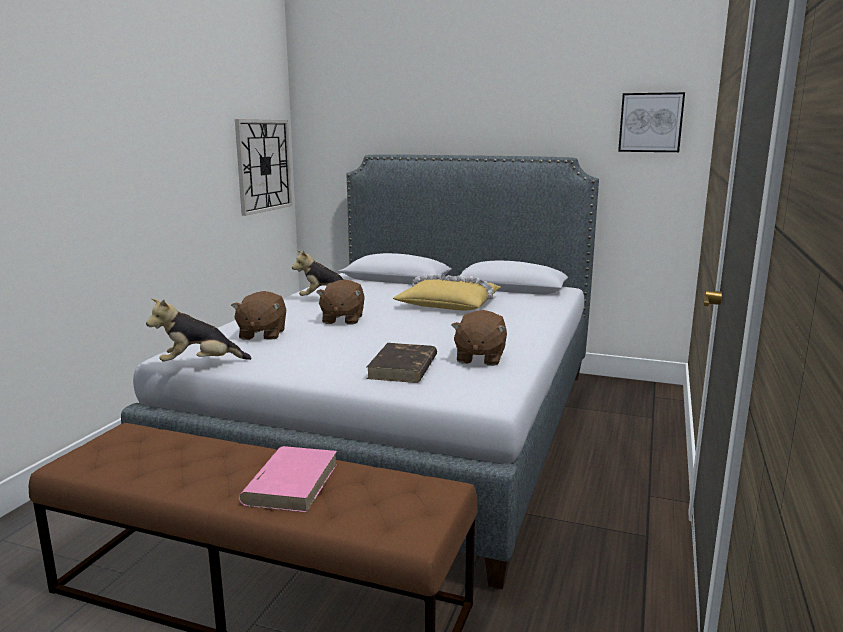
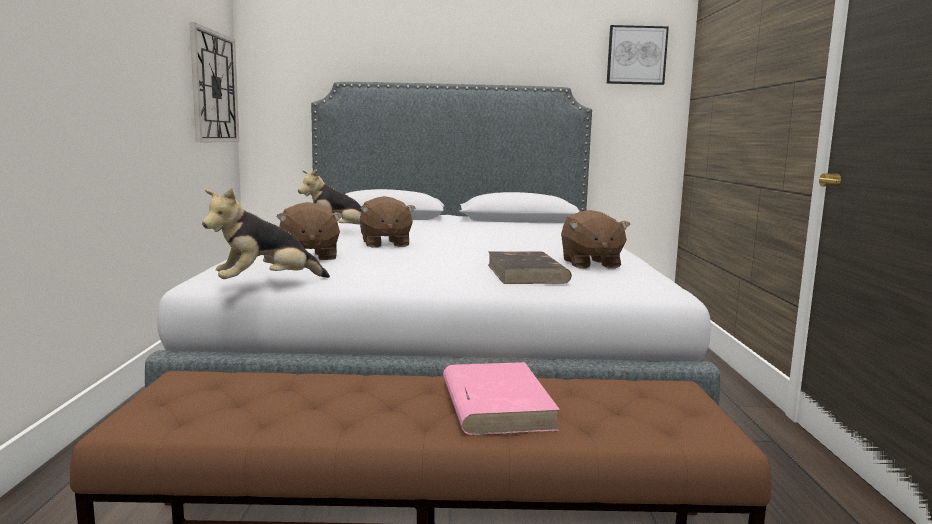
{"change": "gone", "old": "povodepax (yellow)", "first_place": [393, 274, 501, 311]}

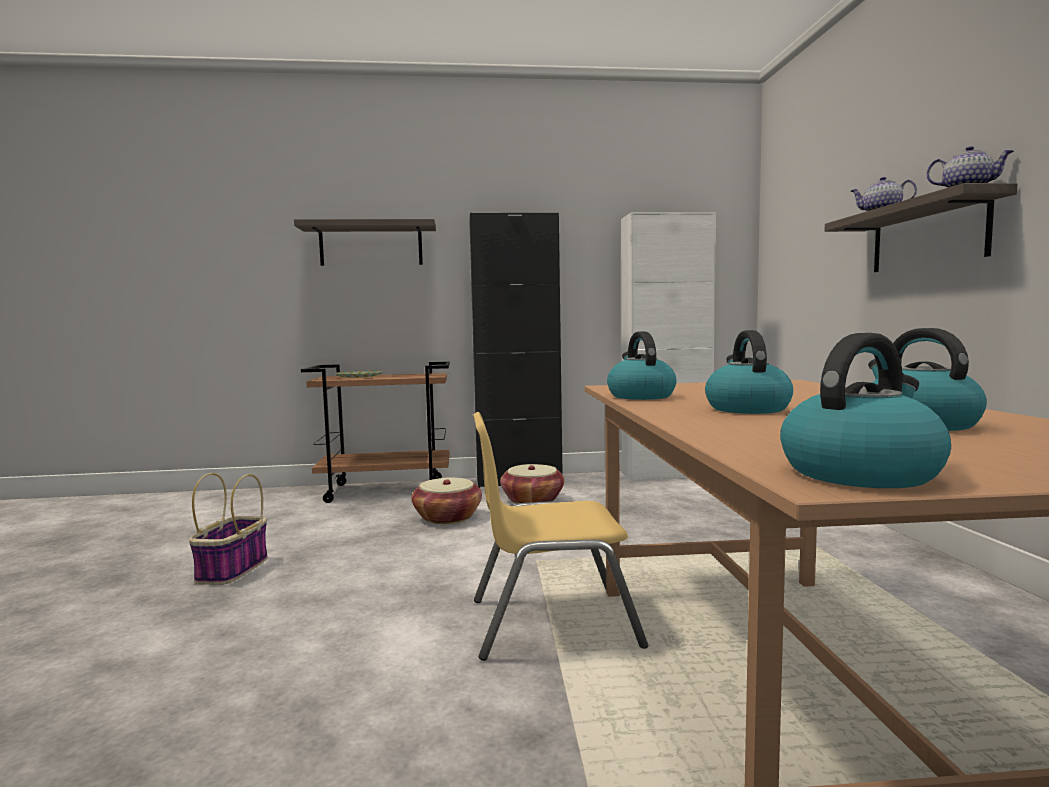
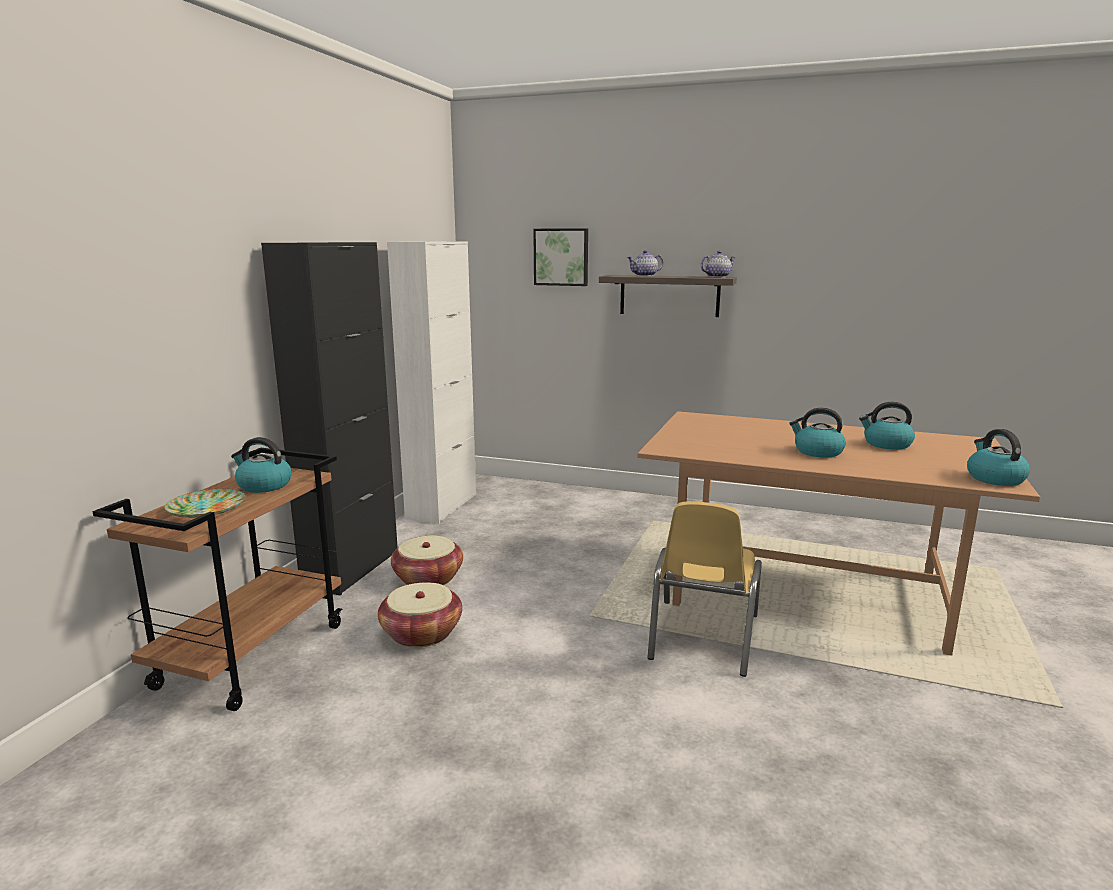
{"change": "gone", "old": "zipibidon", "first_place": [189, 473, 268, 585]}
{"change": "gone", "old": "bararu", "first_place": [294, 219, 436, 266]}
{"change": "new", "new": "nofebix", "second_place": [533, 228, 588, 286]}
{"change": "shifted", "old": "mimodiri", "first_place": [607, 331, 677, 400], "second_place": [231, 437, 292, 493]}

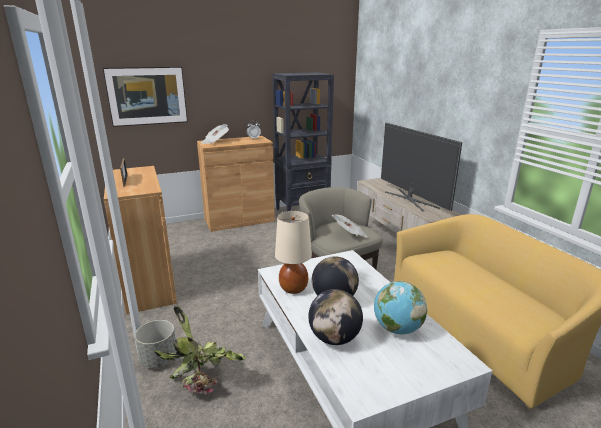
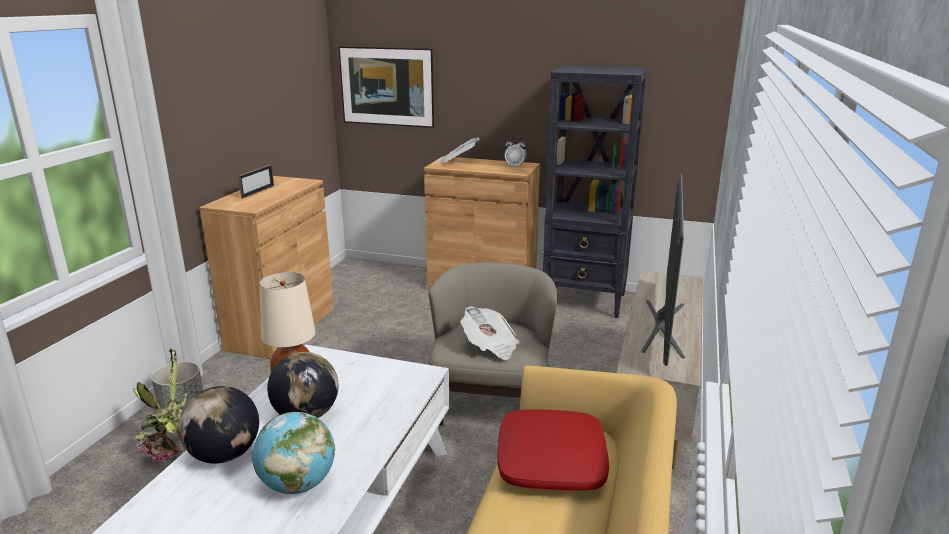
{"change": "new", "new": "povodepax (red)", "second_place": [497, 409, 609, 491]}

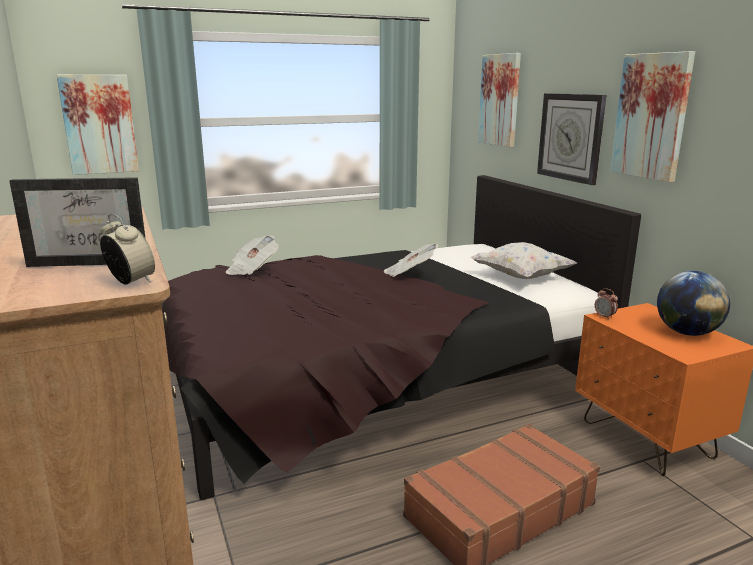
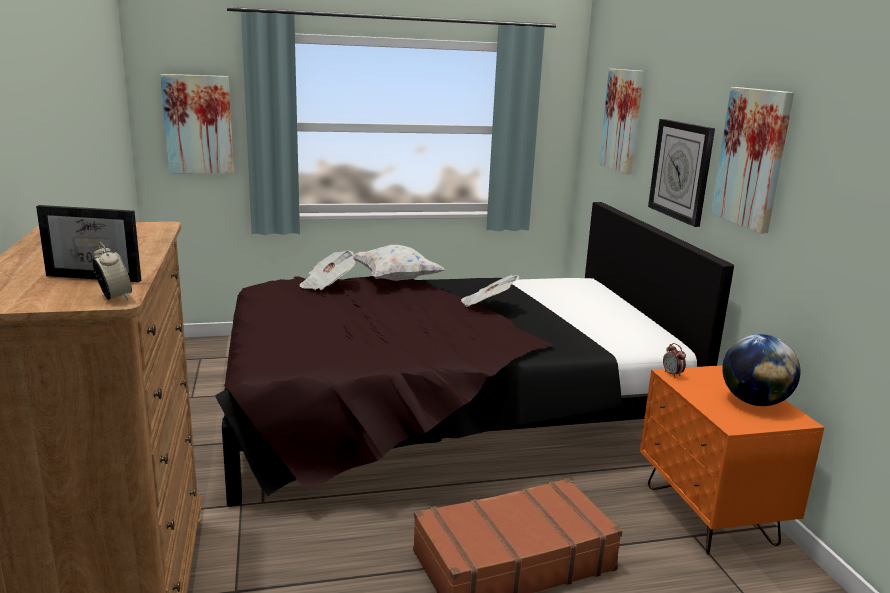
{"change": "shifted", "old": "povodepax (white)", "first_place": [470, 242, 577, 279], "second_place": [353, 245, 445, 281]}

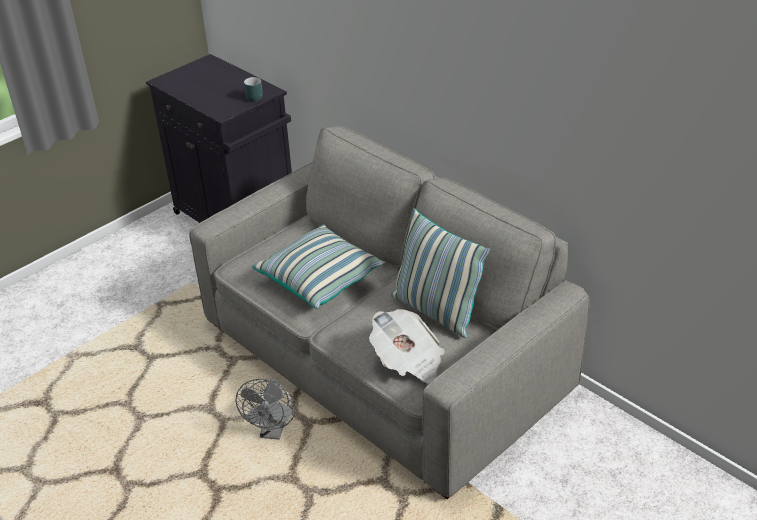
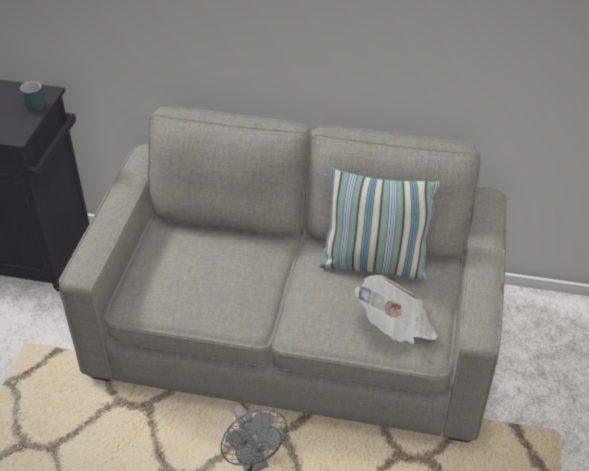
{"change": "gone", "old": "povodepax", "first_place": [252, 224, 385, 309]}

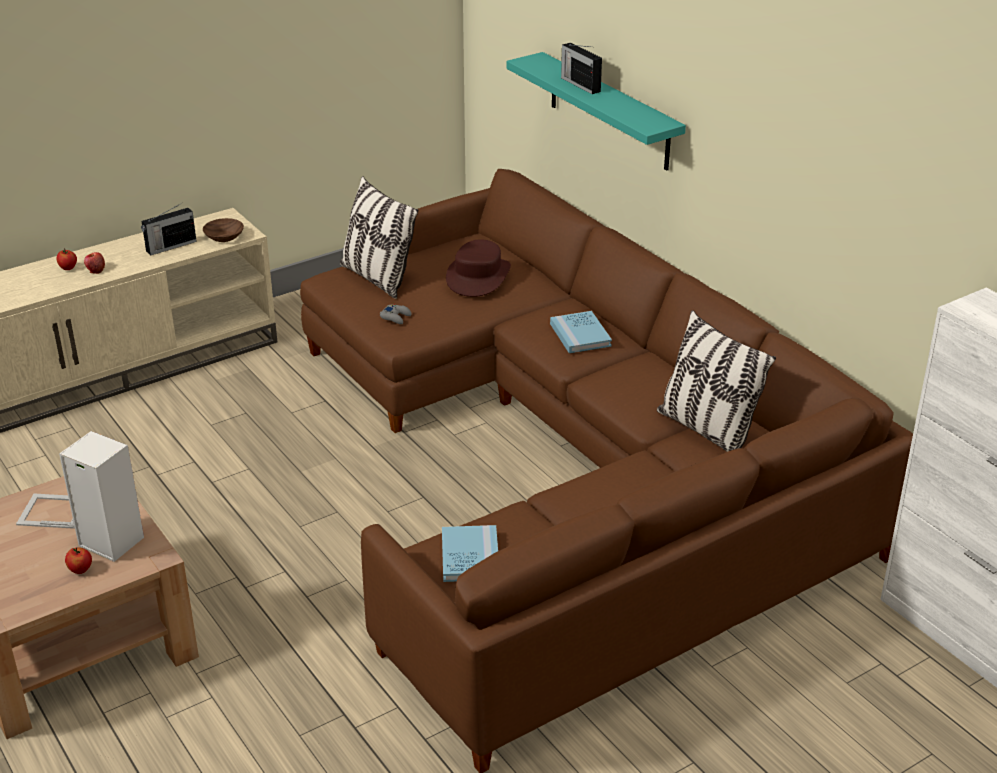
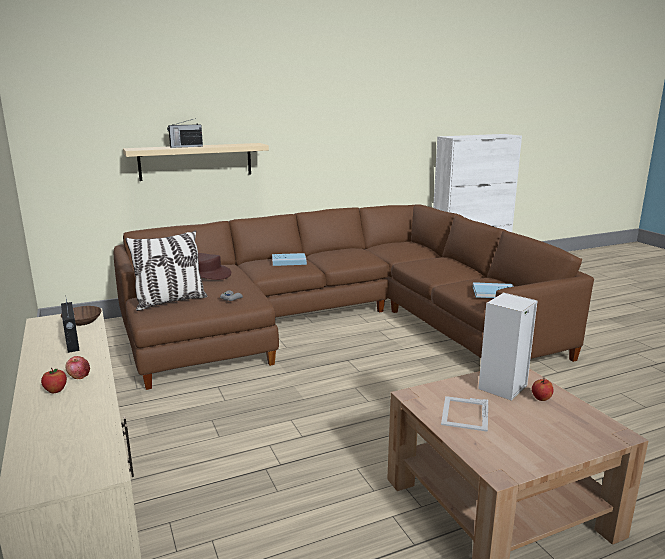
{"change": "gone", "old": "povodepax", "first_place": [657, 310, 776, 452]}
{"change": "repainted", "old": "bararu (turquoise)", "new": "bararu (beige)", "first_place": [507, 52, 686, 170], "second_place": [123, 143, 269, 181]}

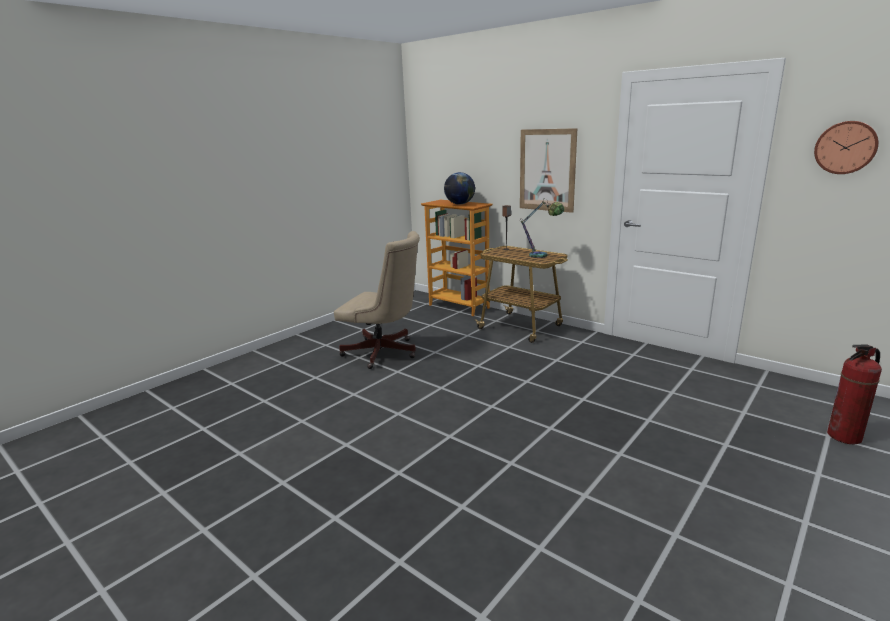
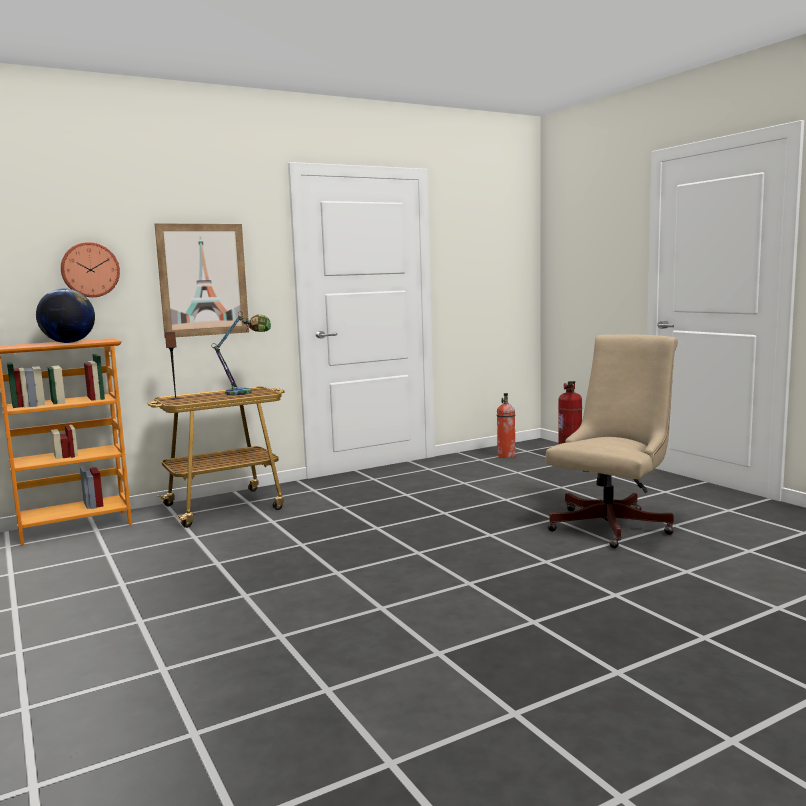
{"change": "new", "new": "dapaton", "second_place": [497, 393, 515, 458]}
{"change": "shifted", "old": "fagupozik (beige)", "first_place": [334, 231, 420, 369], "second_place": [545, 335, 678, 548]}
{"change": "shifted", "old": "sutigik", "first_place": [814, 121, 879, 174], "second_place": [61, 242, 120, 297]}

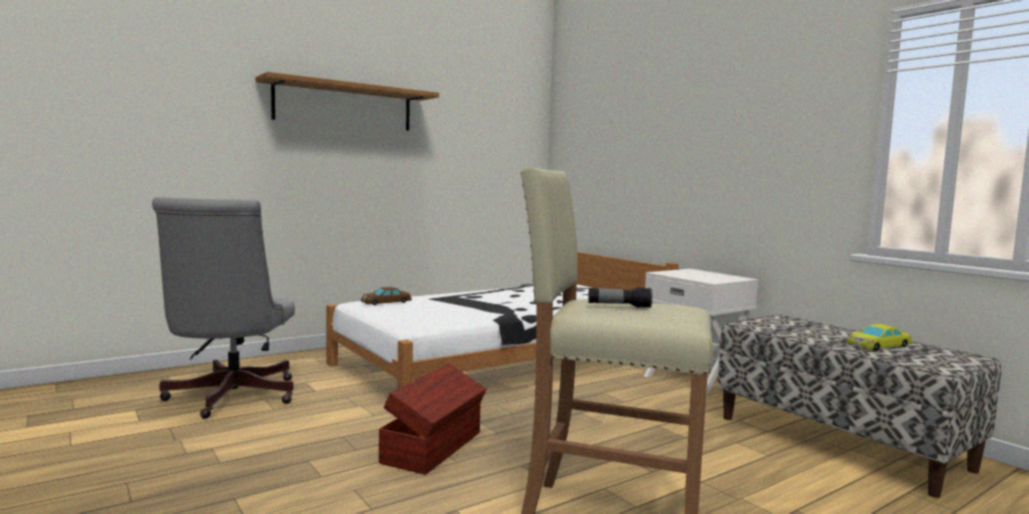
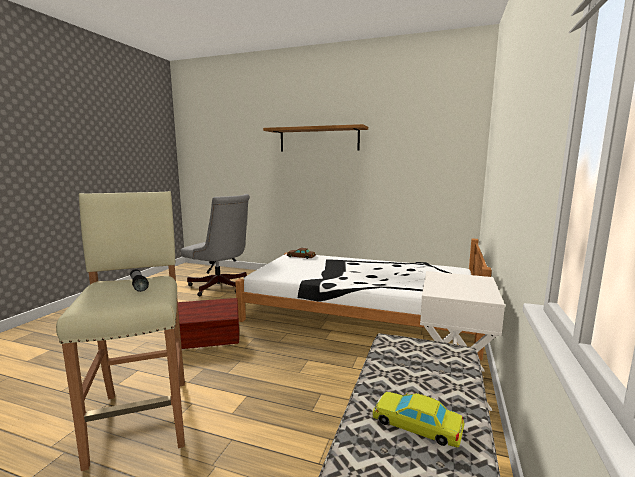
{"change": "rotated", "old": "fagupozik (grey)", "first_place": [152, 197, 295, 419], "second_place": [181, 194, 250, 296], "degrees": -105}

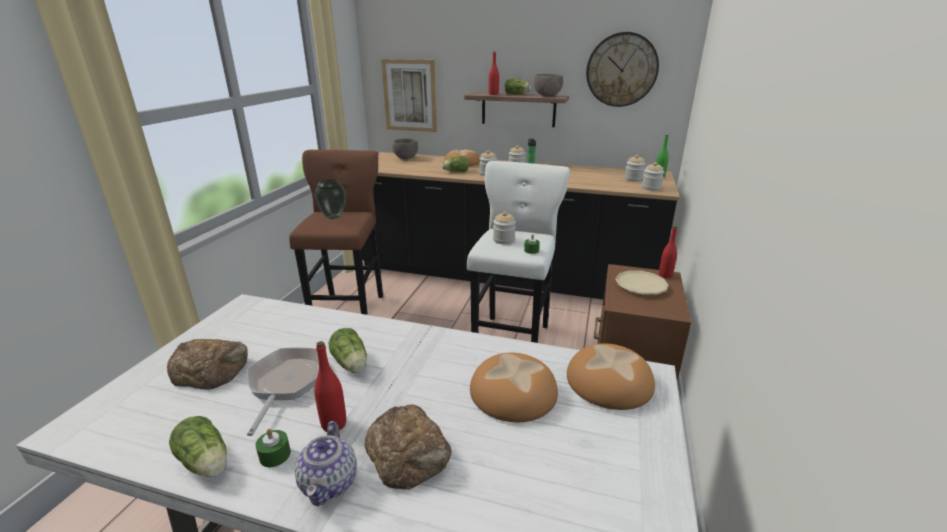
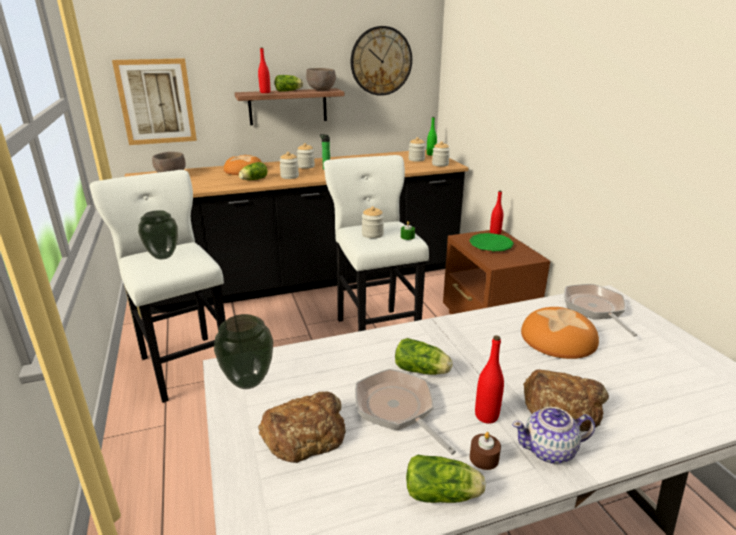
{"change": "new", "new": "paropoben", "second_place": [214, 314, 273, 389]}
{"change": "swapped", "old": "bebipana", "new": "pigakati", "first_place": [567, 343, 655, 410], "second_place": [564, 284, 637, 337]}
{"change": "repainted", "old": "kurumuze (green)", "new": "kurumuze (brown)", "first_place": [256, 429, 291, 467], "second_place": [470, 432, 501, 470]}
{"change": "repainted", "old": "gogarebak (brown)", "new": "gogarebak (white)", "first_place": [289, 150, 383, 315], "second_place": [90, 170, 226, 403]}
{"change": "repainted", "old": "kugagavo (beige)", "new": "kugagavo (green)", "first_place": [615, 270, 669, 295], "second_place": [469, 233, 514, 251]}
{"change": "rotated", "old": "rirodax", "first_place": [294, 421, 357, 506], "second_place": [512, 407, 595, 464], "degrees": 120}

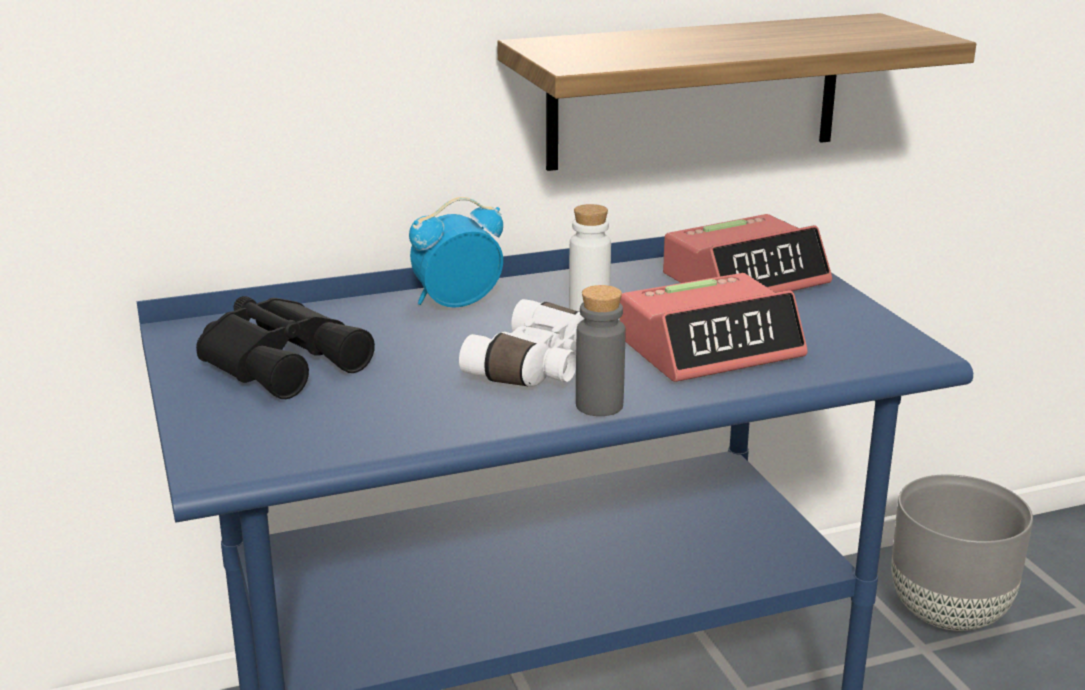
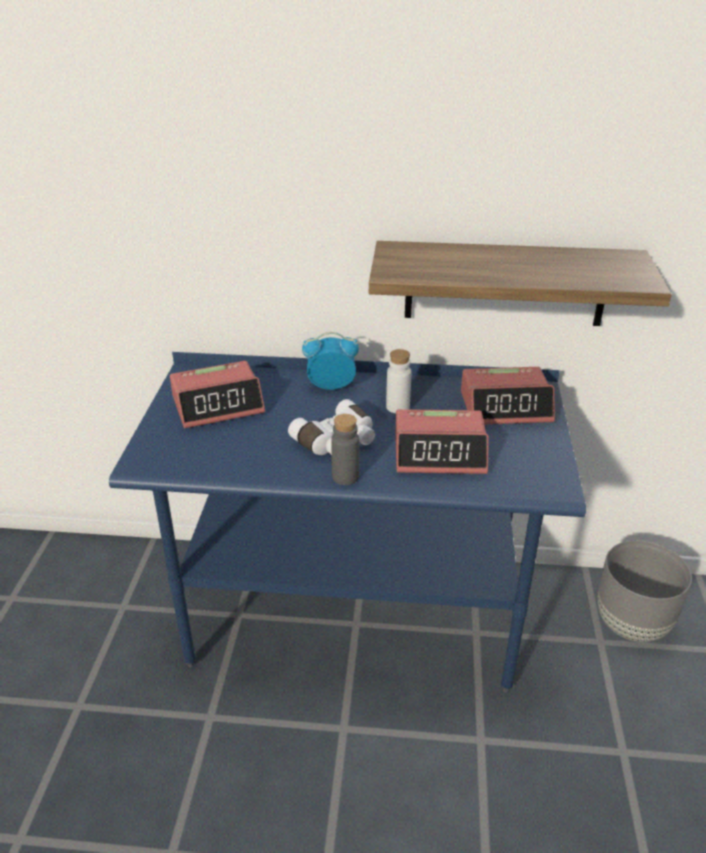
{"change": "swapped", "old": "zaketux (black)", "new": "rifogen", "first_place": [196, 296, 375, 399], "second_place": [170, 361, 265, 428]}

